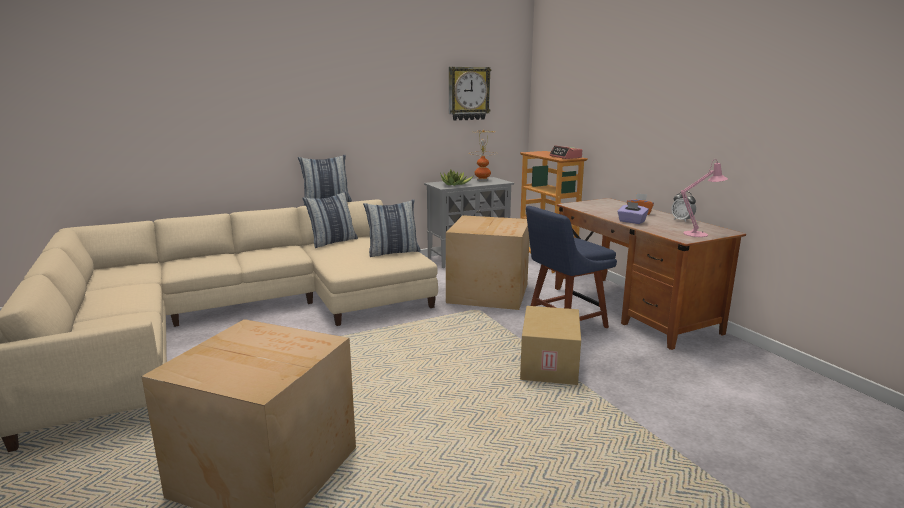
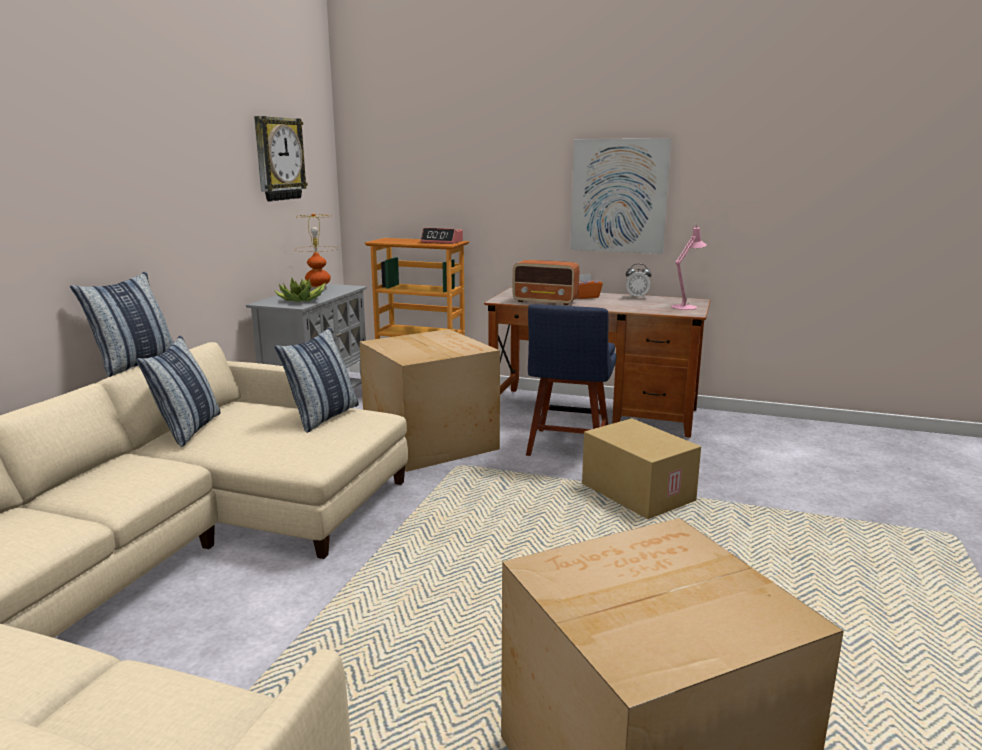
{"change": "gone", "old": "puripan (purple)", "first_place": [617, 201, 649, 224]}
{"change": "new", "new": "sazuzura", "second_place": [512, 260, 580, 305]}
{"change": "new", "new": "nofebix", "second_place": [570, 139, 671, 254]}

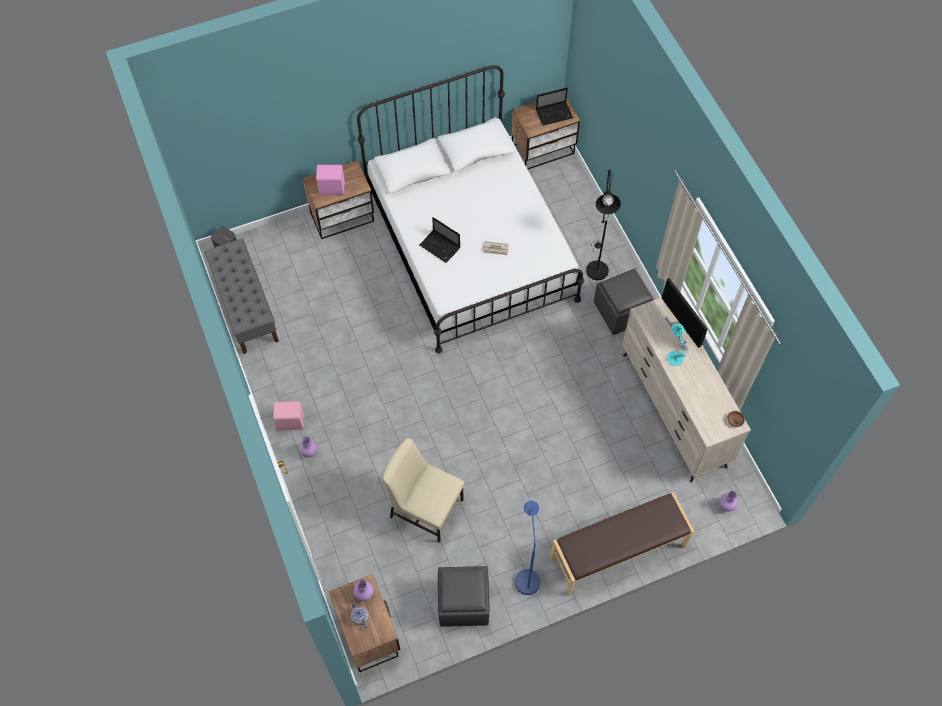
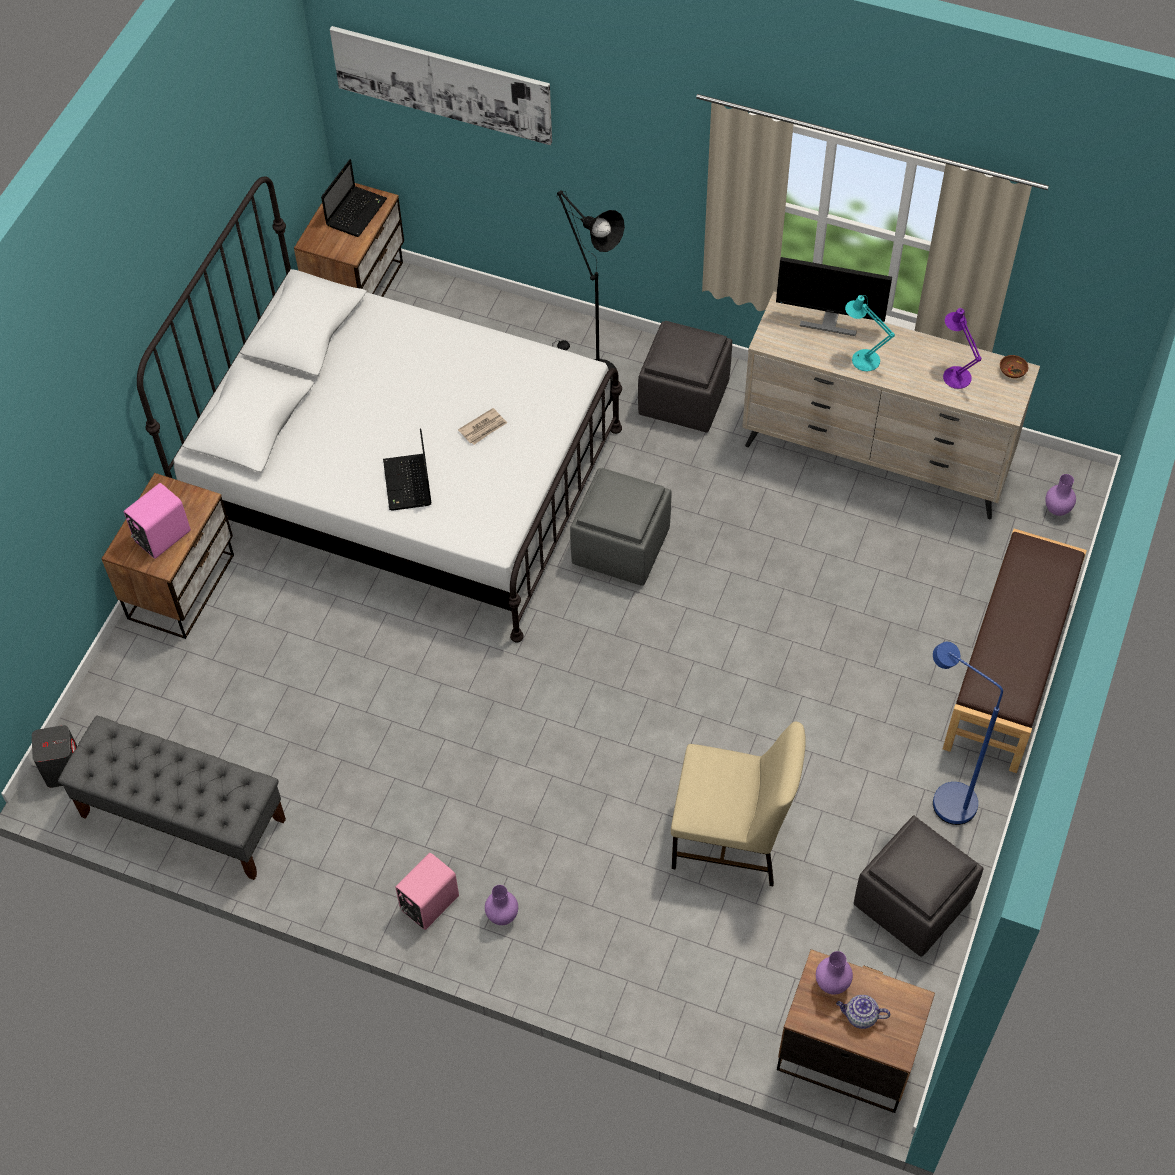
{"change": "new", "new": "nofebix", "second_place": [330, 26, 552, 145]}
{"change": "new", "new": "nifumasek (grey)", "second_place": [570, 468, 671, 586]}
{"change": "new", "new": "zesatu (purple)", "second_place": [943, 308, 982, 389]}
{"change": "rotated", "old": "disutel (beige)", "first_place": [383, 439, 465, 543], "second_place": [671, 721, 806, 886], "degrees": -150}
{"change": "rotated", "old": "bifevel", "first_place": [419, 217, 460, 263], "second_place": [383, 428, 431, 510], "degrees": 90}

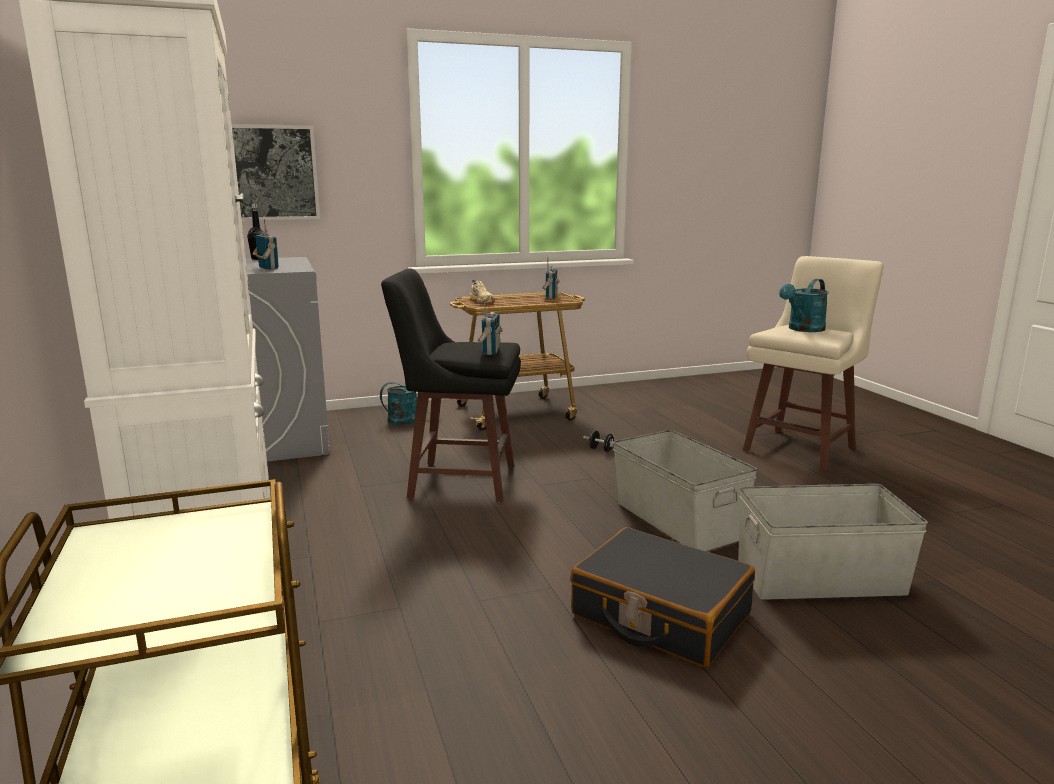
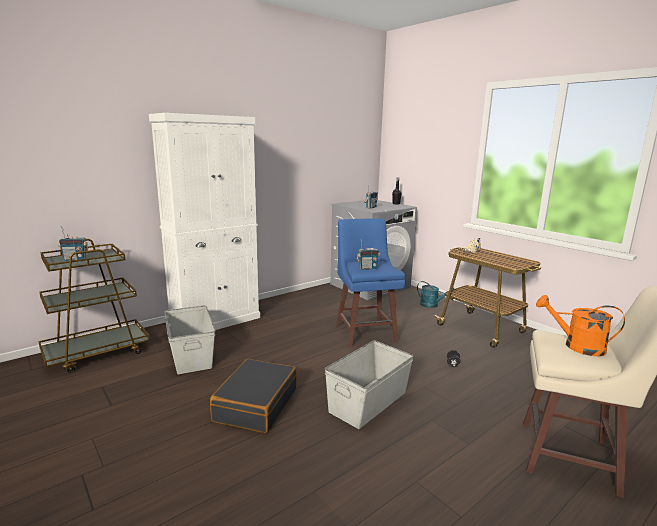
{"change": "gone", "old": "nofebix", "first_place": [232, 124, 320, 220]}
{"change": "shifted", "old": "sazuzura", "first_place": [542, 257, 559, 299], "second_place": [58, 226, 88, 261]}
{"change": "shifted", "old": "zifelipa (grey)", "first_place": [738, 484, 928, 600], "second_place": [165, 305, 216, 374]}
{"change": "repainted", "old": "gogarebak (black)", "new": "gogarebak (blue)", "first_place": [381, 268, 521, 503], "second_place": [336, 218, 405, 347]}
{"change": "repainted", "old": "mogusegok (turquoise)", "new": "mogusegok (orange)", "first_place": [779, 279, 828, 332], "second_place": [536, 295, 625, 356]}

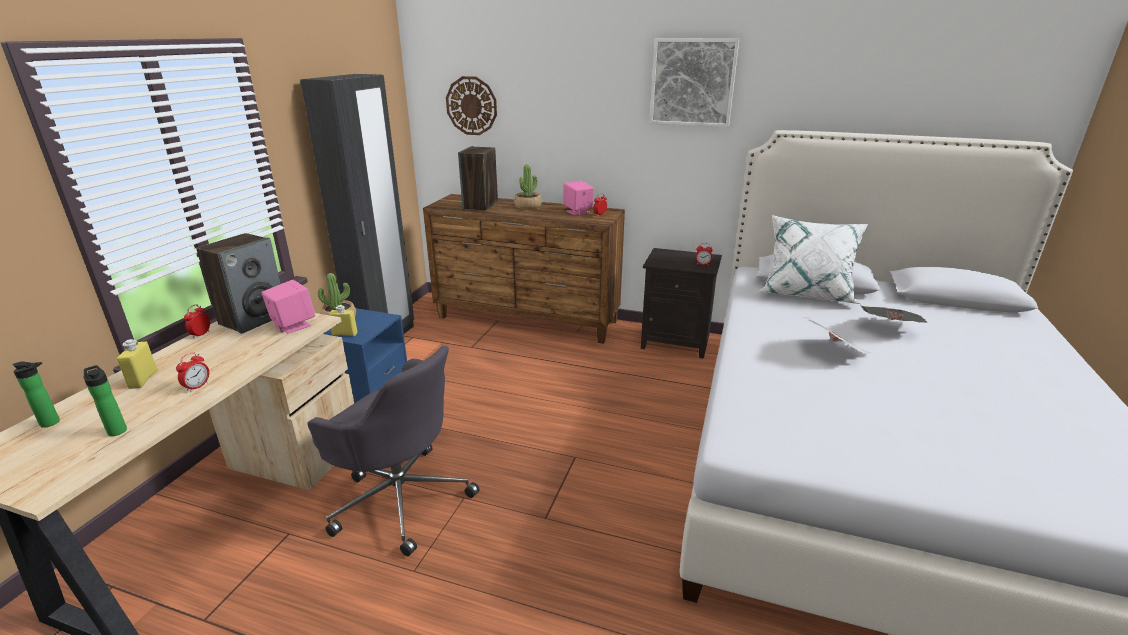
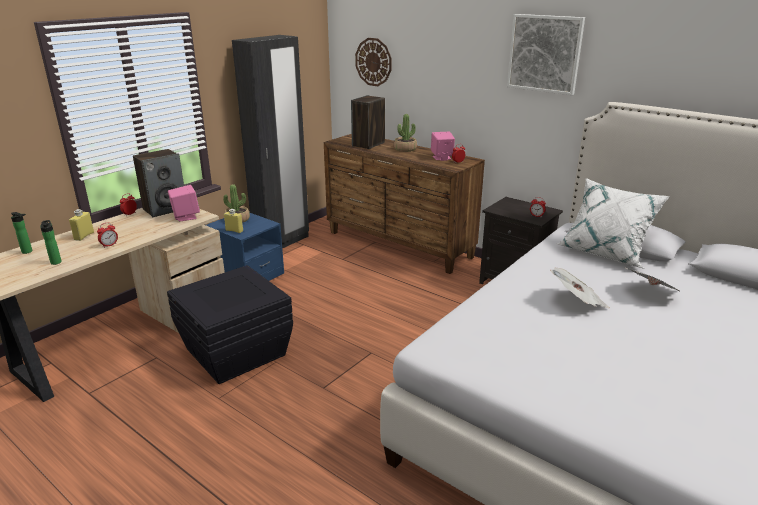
{"change": "swapped", "old": "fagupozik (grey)", "new": "zifelipa (black)", "first_place": [307, 346, 480, 556], "second_place": [167, 265, 293, 384]}

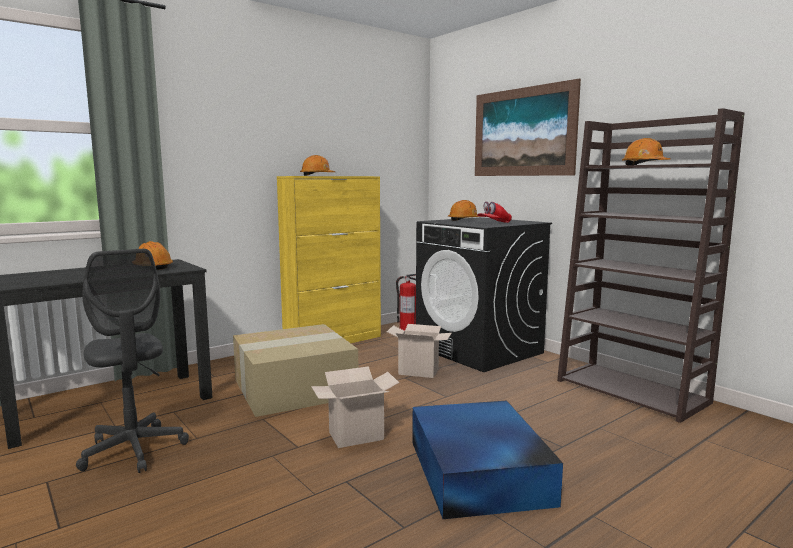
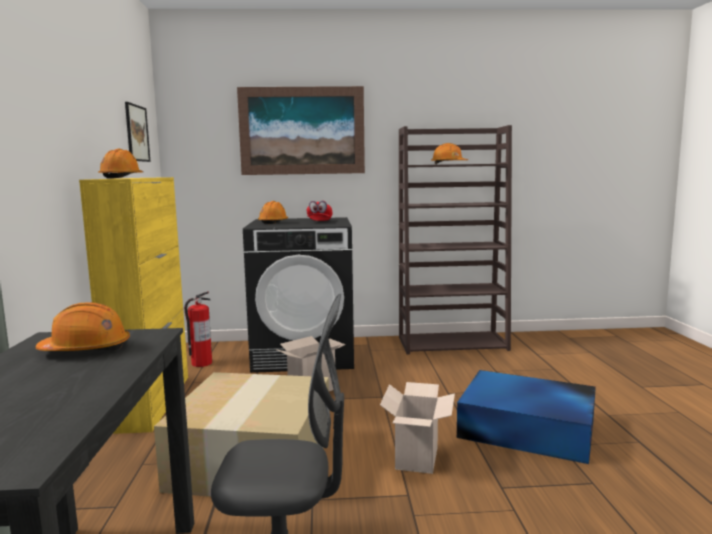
{"change": "new", "new": "nofebix", "second_place": [125, 102, 150, 162]}

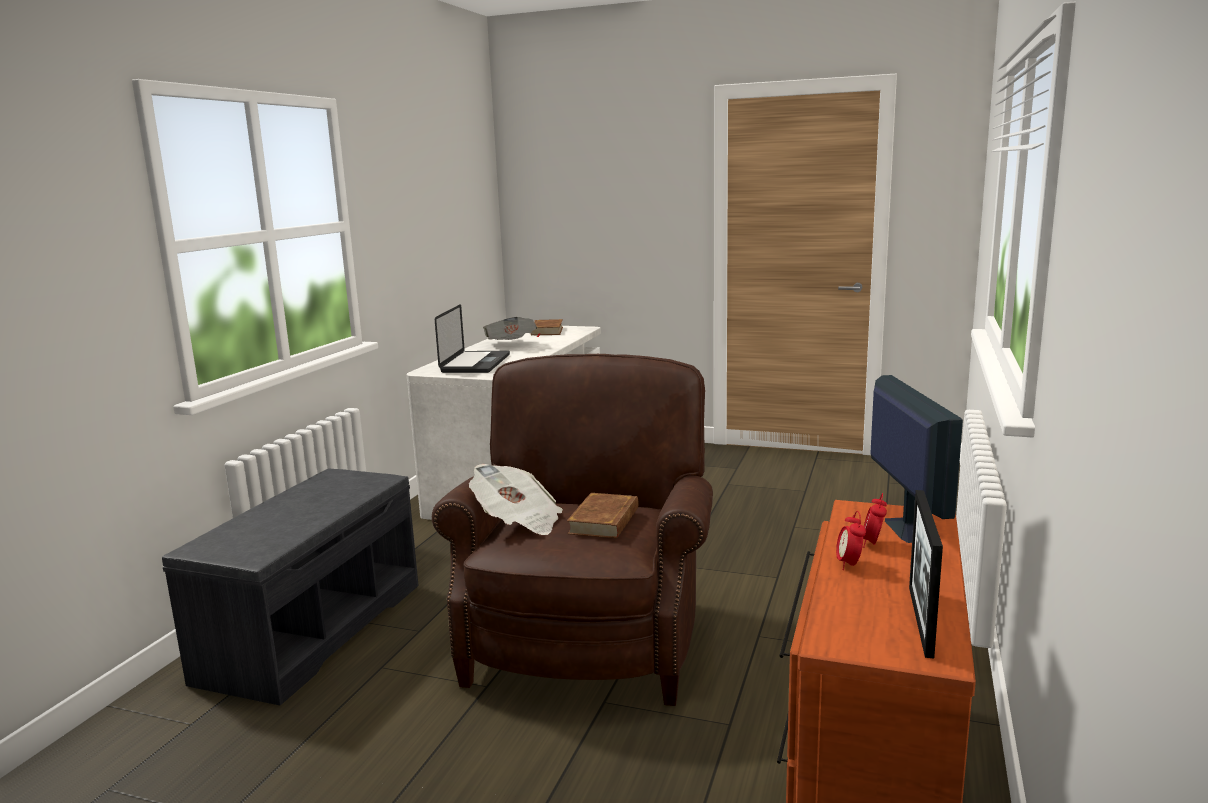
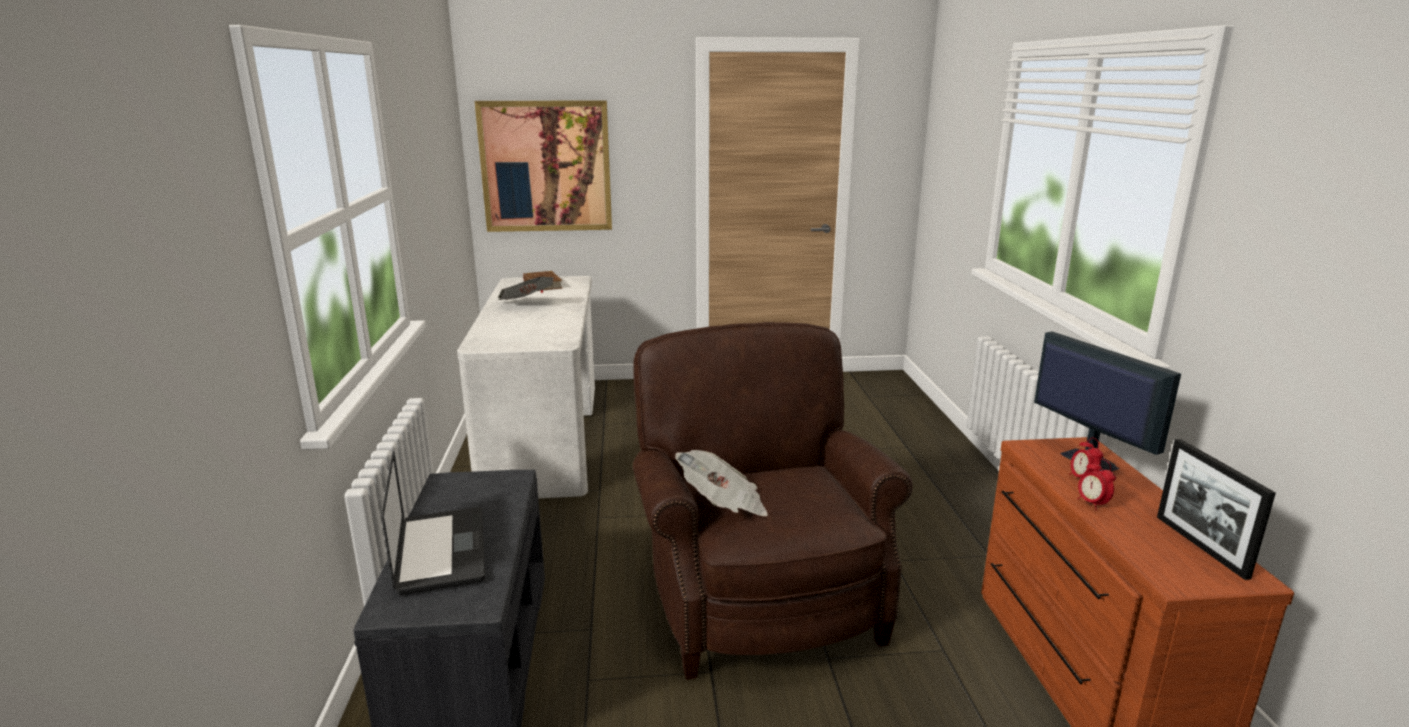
{"change": "gone", "old": "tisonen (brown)", "first_place": [567, 493, 638, 539]}
{"change": "new", "new": "nofebix", "second_place": [475, 100, 612, 232]}
{"change": "shifted", "old": "bifevel", "first_place": [435, 304, 510, 373], "second_place": [381, 451, 486, 595]}

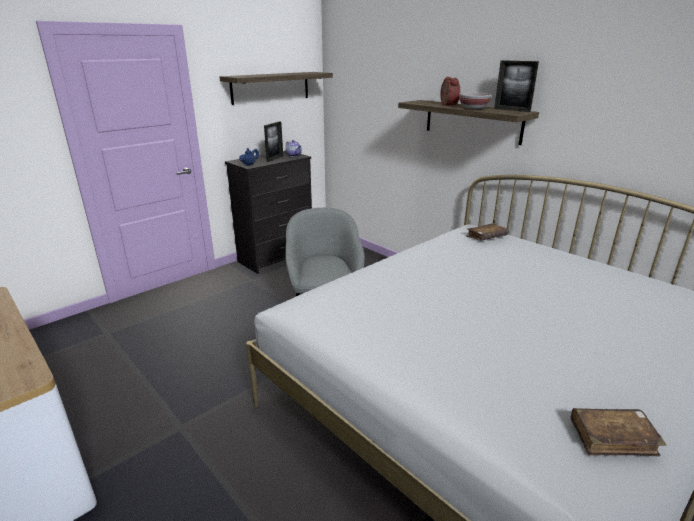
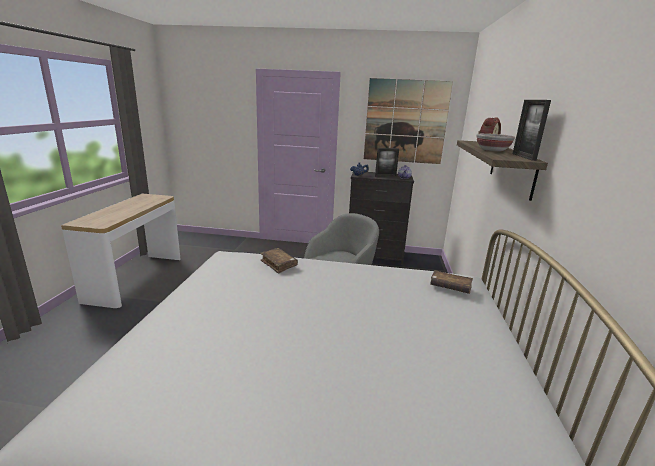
{"change": "shifted", "old": "tisonen (brown)", "first_place": [571, 408, 666, 456], "second_place": [260, 248, 298, 274]}
{"change": "swapped", "old": "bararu", "new": "nofebix", "first_place": [219, 72, 333, 105], "second_place": [364, 78, 453, 164]}

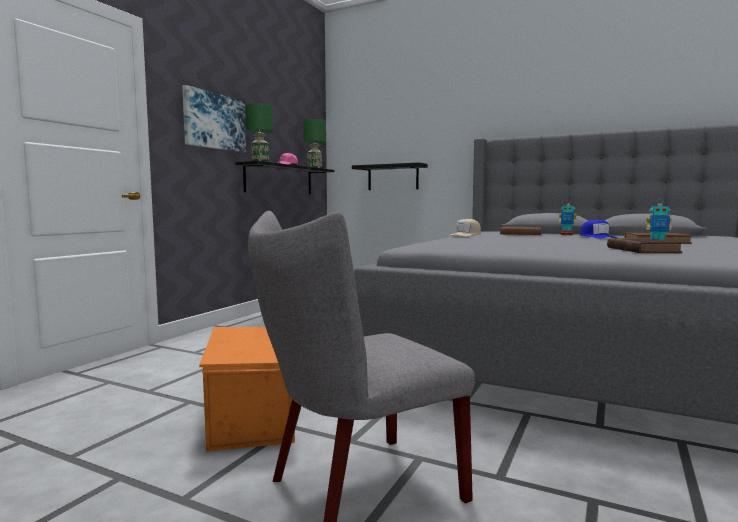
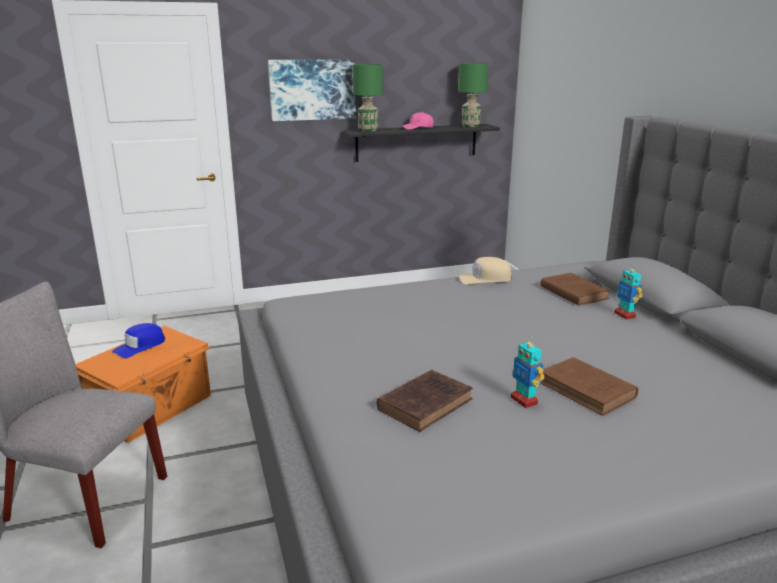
{"change": "gone", "old": "bararu (black)", "first_place": [352, 162, 427, 190]}
{"change": "shifted", "old": "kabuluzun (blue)", "first_place": [580, 220, 617, 239], "second_place": [112, 323, 165, 358]}

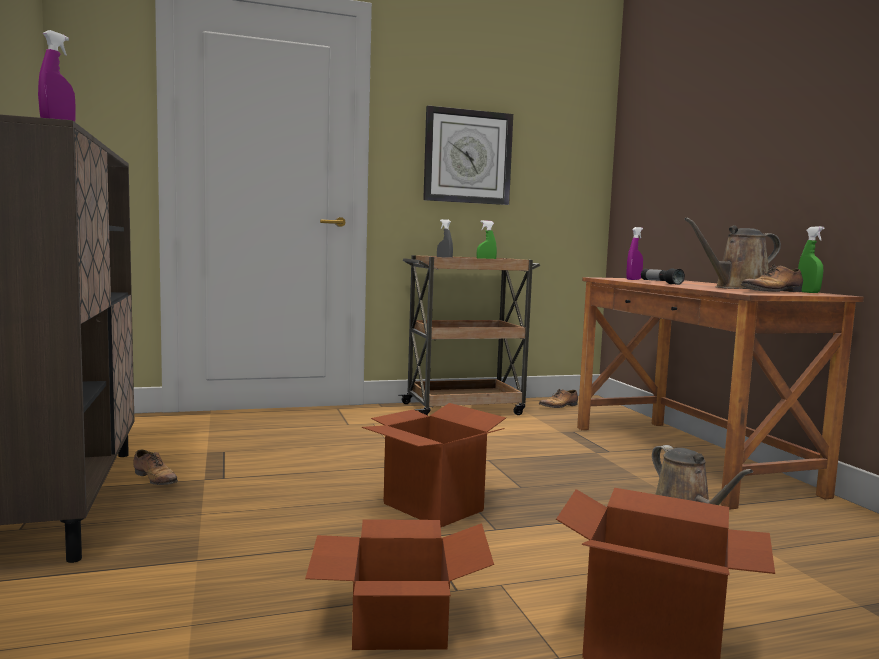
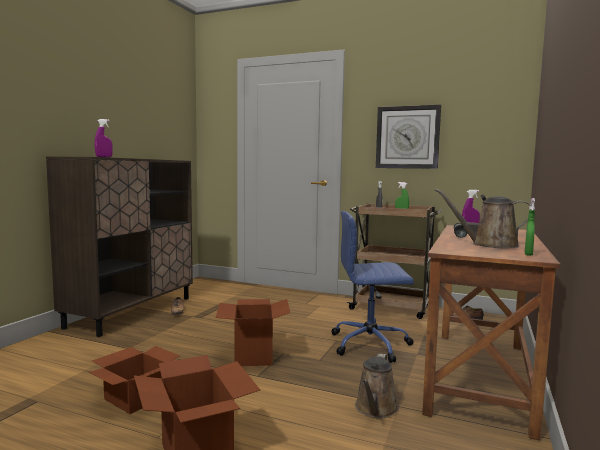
{"change": "gone", "old": "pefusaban", "first_place": [741, 264, 803, 292]}
{"change": "new", "new": "fagupozik (blue)", "second_place": [331, 211, 414, 363]}

